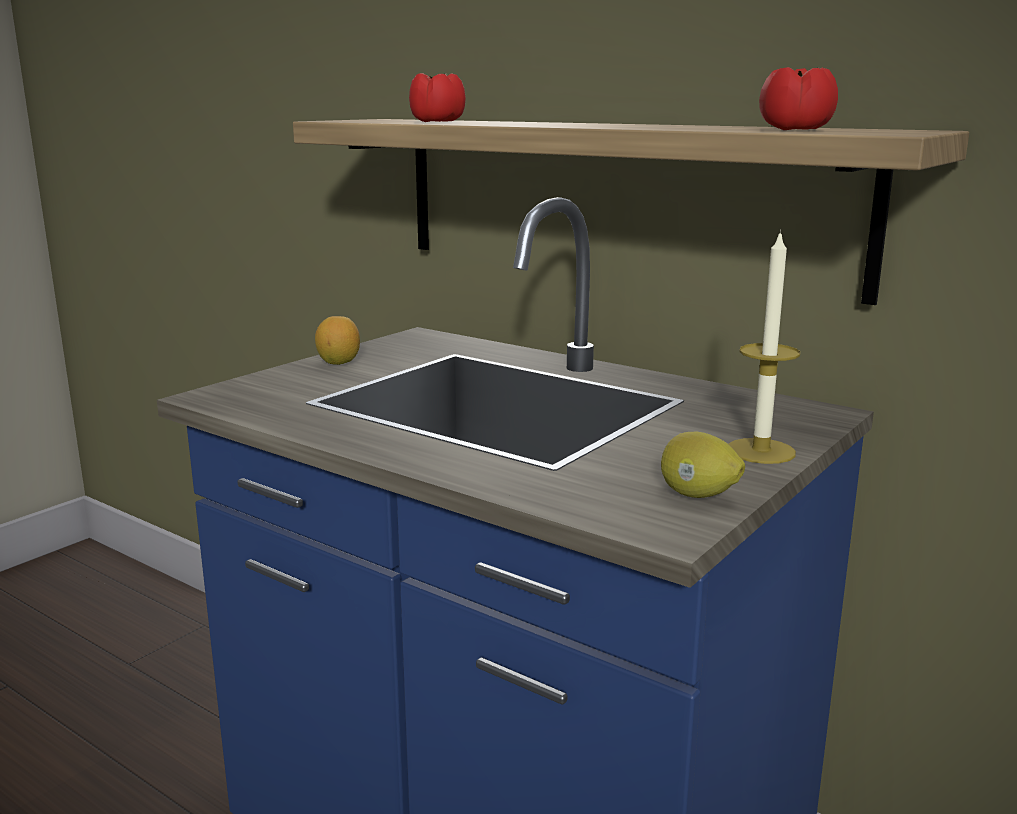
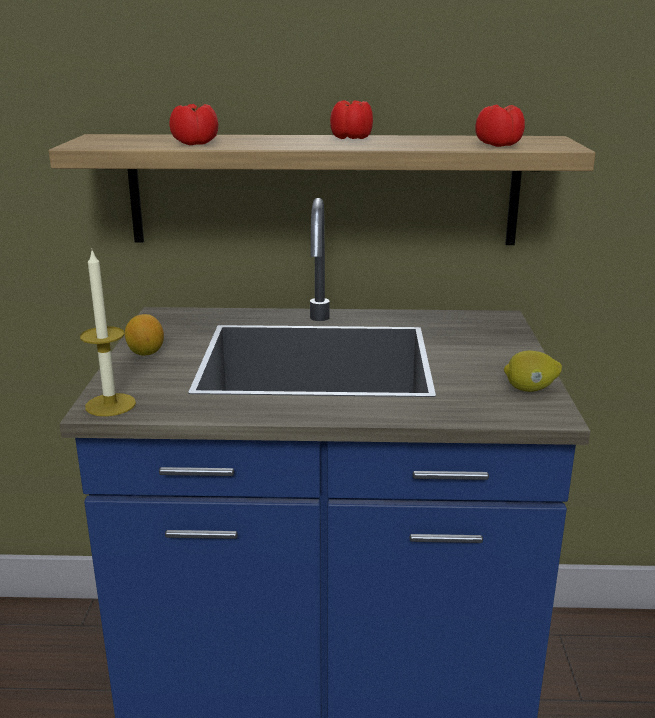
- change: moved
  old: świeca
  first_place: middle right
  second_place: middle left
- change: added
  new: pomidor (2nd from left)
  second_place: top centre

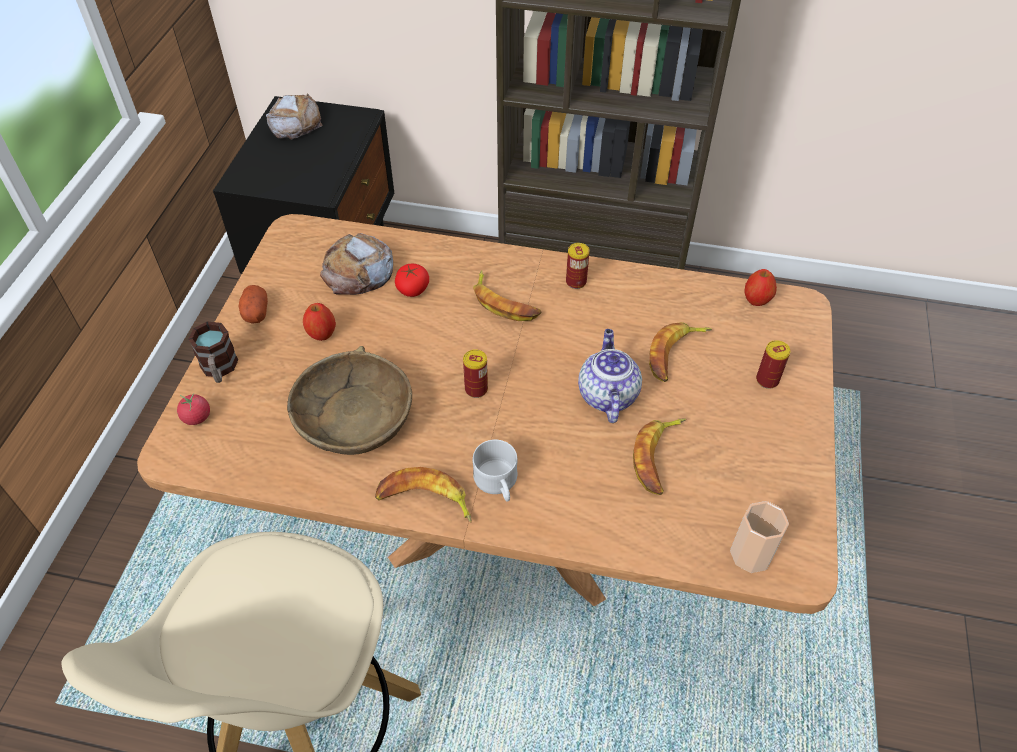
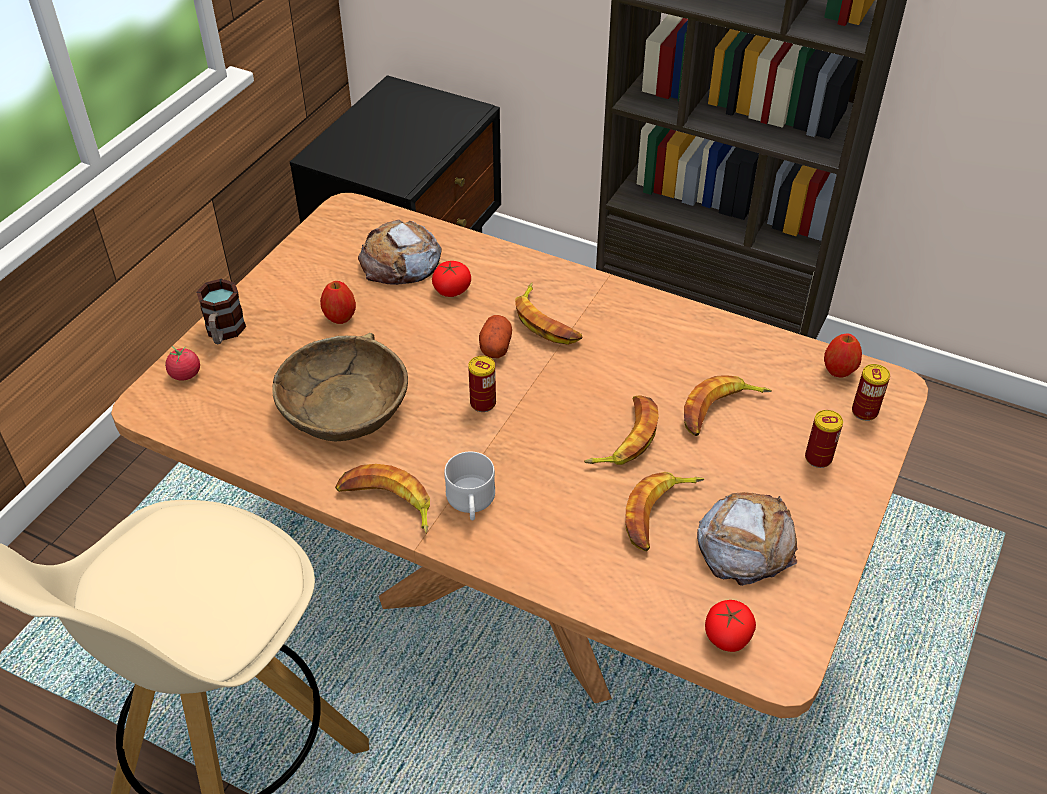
- change: moved
  old: ziemniak
  first_place: middle left
  second_place: centre
- change: moved
  old: chleb (1st from left in the first image)
  new: chleb (2nd from left)
  first_place: top left
  second_place: bottom right
- change: moved
  old: puszka (2nd from left in the first image)
  new: puszka (3rd from left)
  first_place: centre
  second_place: middle right
- change: replaced
  old: imbryk
  new: banan (3rd from left)
  first_place: centre
  second_place: centre
- change: replaced
  old: filiżanka
  new: pomidor (3rd from left)
  first_place: bottom right
  second_place: bottom right

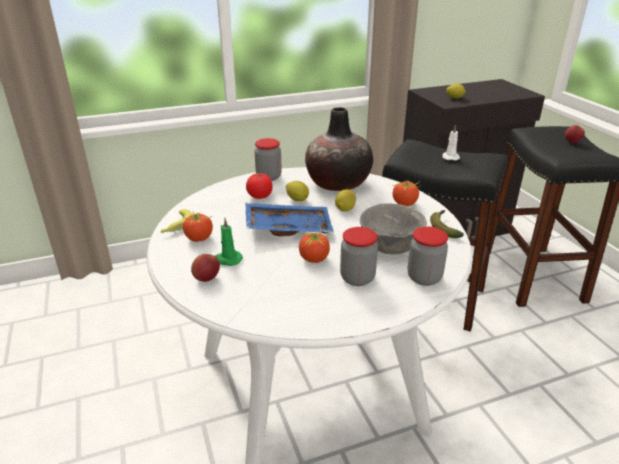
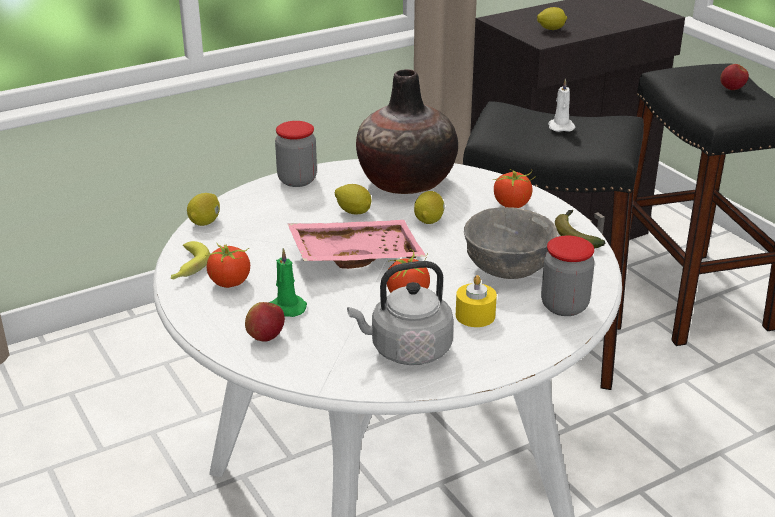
- change: removed
  old: pomidor (2nd from left)
  first_place: centre
- change: recoloured
  old: taca/niebieski
  new: taca/różowy
  first_place: centre
  second_place: centre
- change: replaced
  old: słoik (2nd from left)
  new: świeca/żółty
  first_place: centre
  second_place: centre
- change: added
  new: cytryna (1st from left)
  second_place: middle left
- change: added
  new: czajnik/szary
  second_place: centre

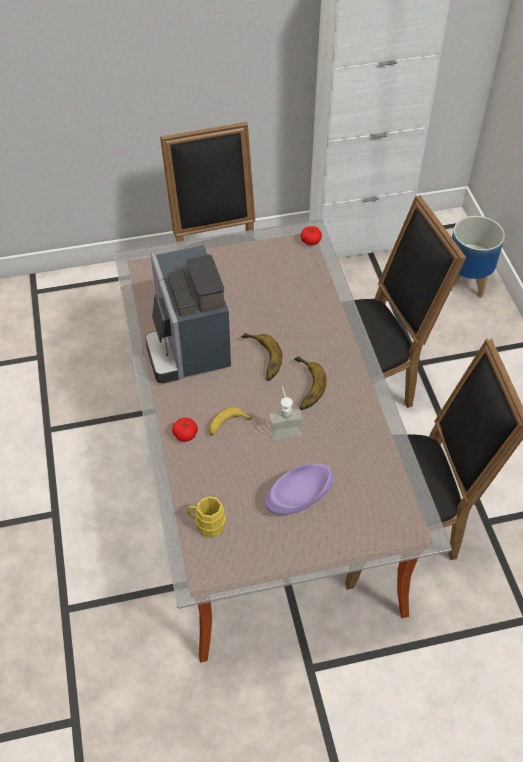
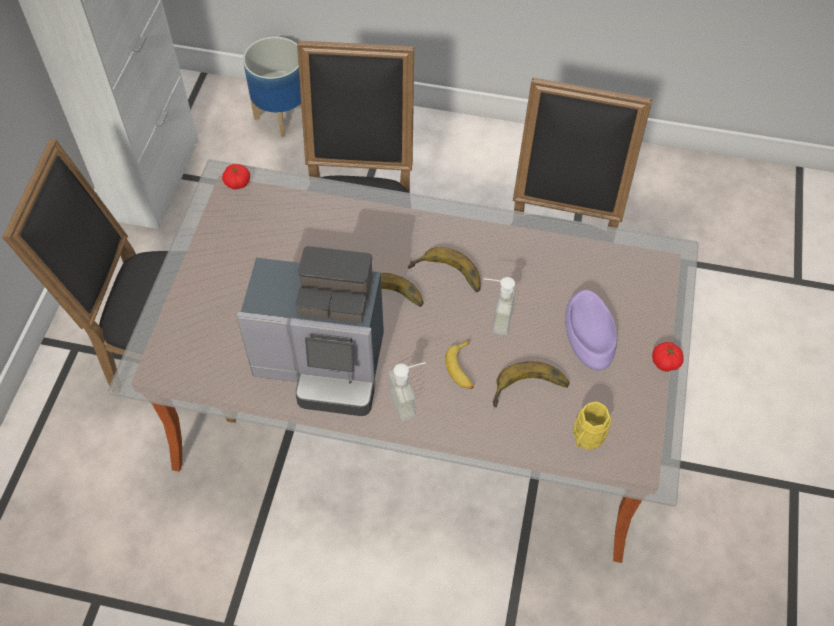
- change: moved
  old: pomidor (1st from left in the first image)
  new: pomidor (2nd from left)
  first_place: centre
  second_place: middle right
- change: added
  new: dozownik mydła (1st from left)
  second_place: centre
- change: added
  new: banan (4th from left)
  second_place: centre

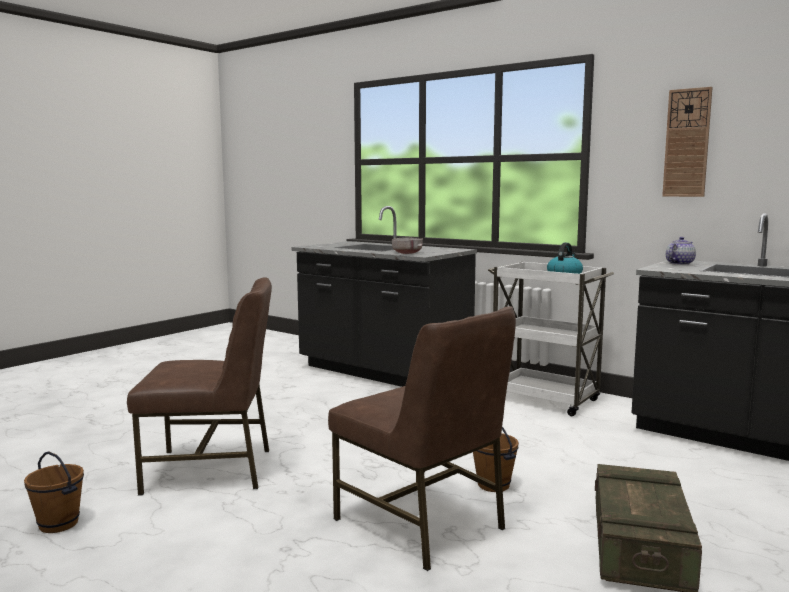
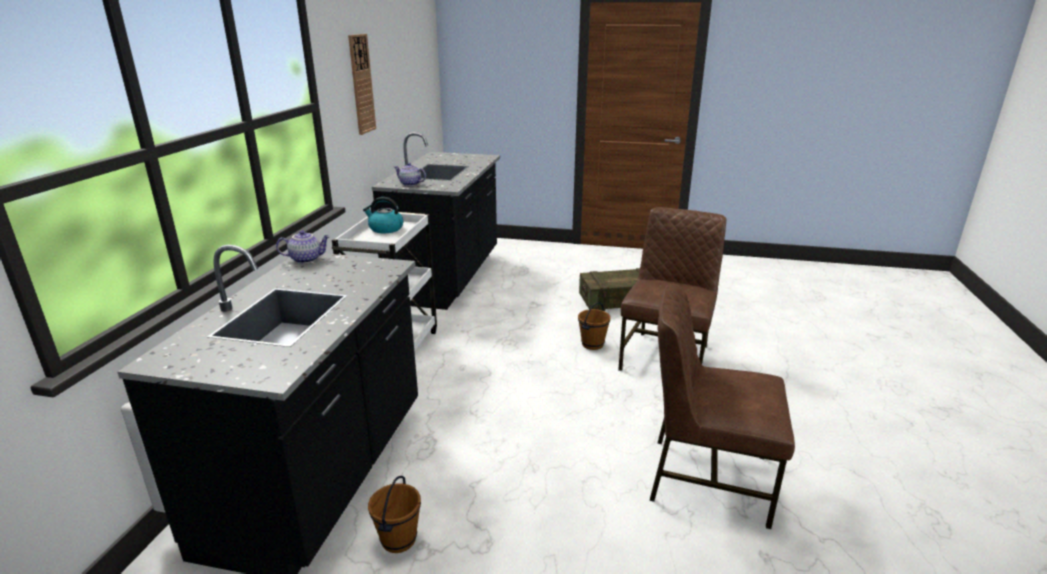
- change: moved
  old: wiadro/brązowy (1st from left)
  first_place: bottom left
  second_place: bottom centre
- change: turned
  old: krzesło/brązowy (1st from left in the first image)
  first_place: middle left
  second_place: bottom right
  degrees: -45
- change: removed
  old: miska/szary
  first_place: centre
- change: added
  new: imbryk (1st from left)
  second_place: middle left

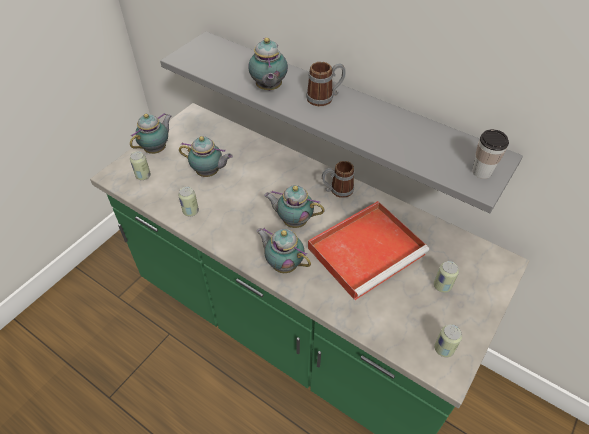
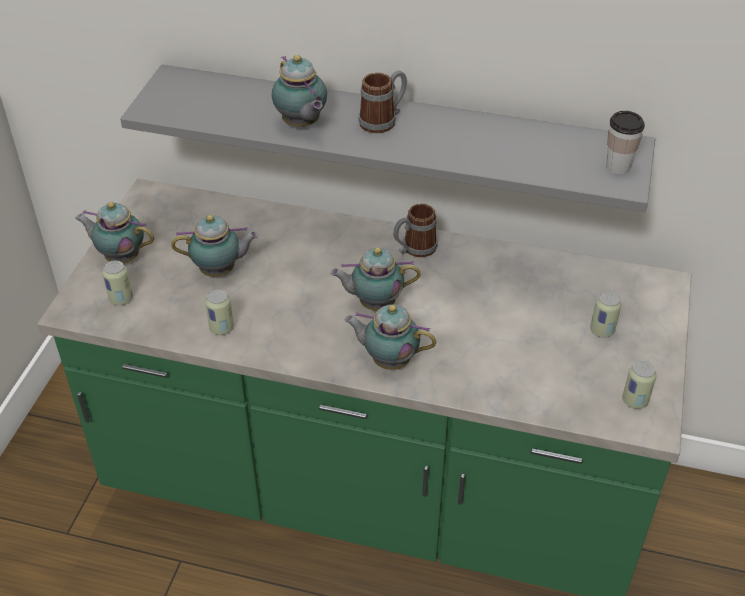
- change: turned
  old: imbryk (1st from left)
  first_place: top left
  second_place: middle left
  degrees: -90
- change: removed
  old: taca/czerwony
  first_place: centre

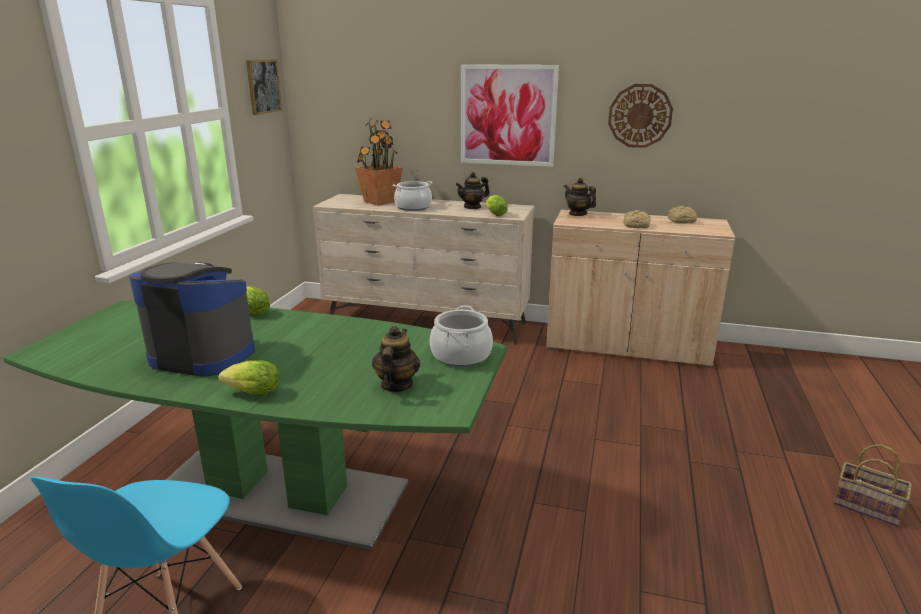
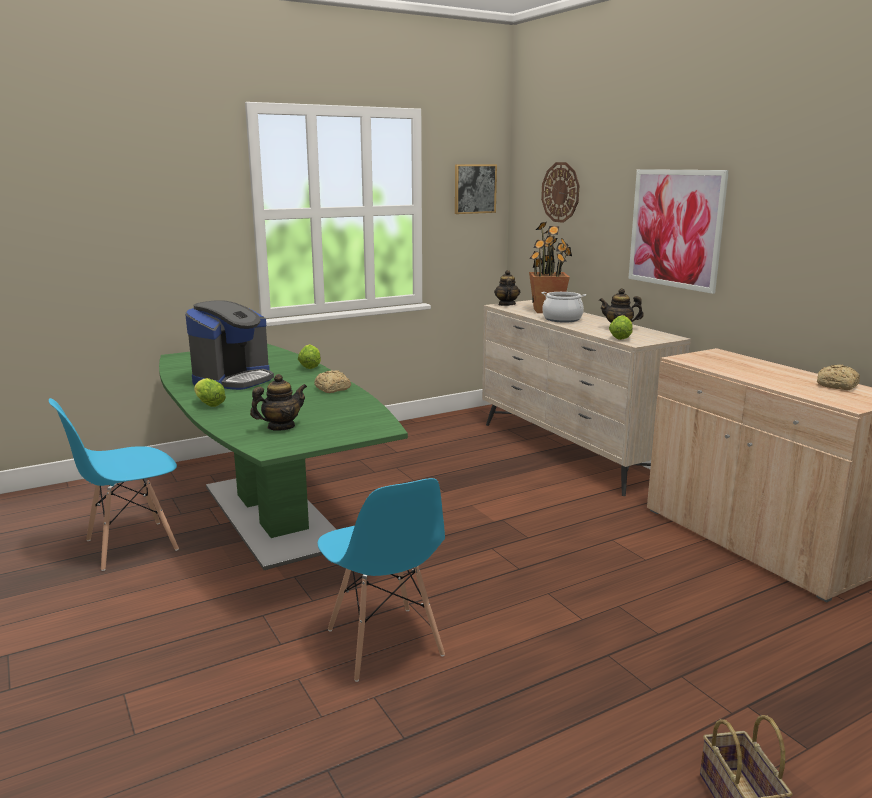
- change: turned
  old: ekspres do kawy
  first_place: middle left
  second_place: middle left
  degrees: 60
- change: removed
  old: garnek (2nd from left)
  first_place: centre
- change: moved
  old: imbryk (3rd from left in the first image)
  new: imbryk (2nd from left)
  first_place: top centre
  second_place: centre
- change: moved
  old: zegar ścienny
  first_place: top right
  second_place: top centre
- change: moved
  old: chleb (1st from left)
  first_place: middle right
  second_place: centre
- change: added
  new: krzesło/niebieski (2nd from left)
  second_place: bottom centre

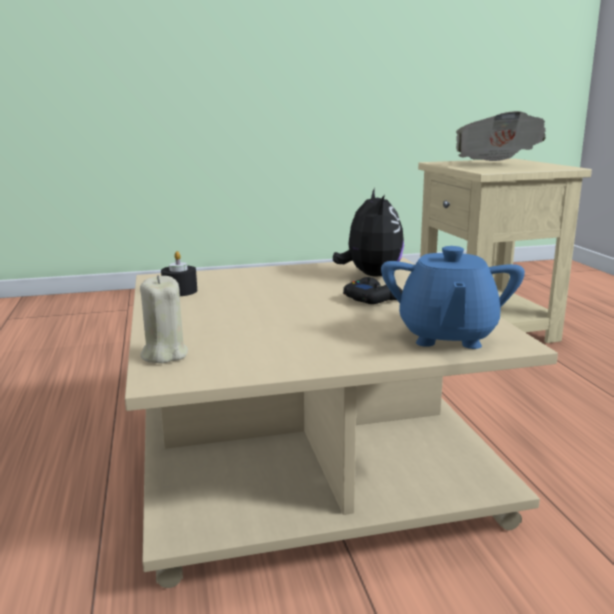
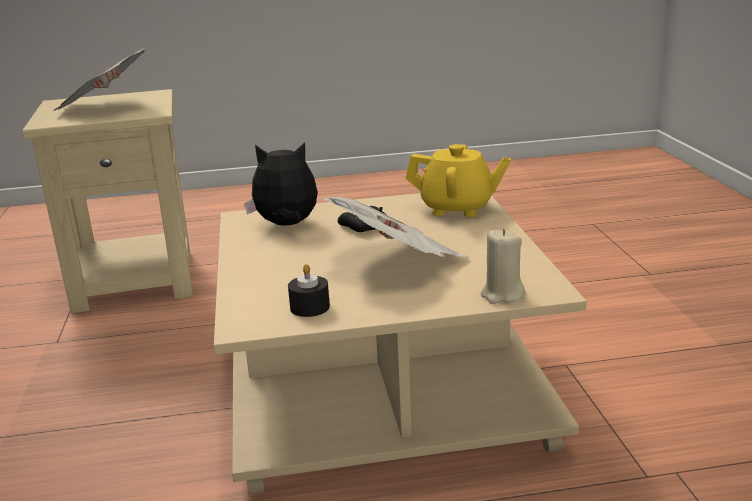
- change: recoloured
  old: imbryk/niebieski
  new: imbryk/żółty
  first_place: middle right
  second_place: centre
- change: added
  new: gazeta (2nd from left)
  second_place: centre

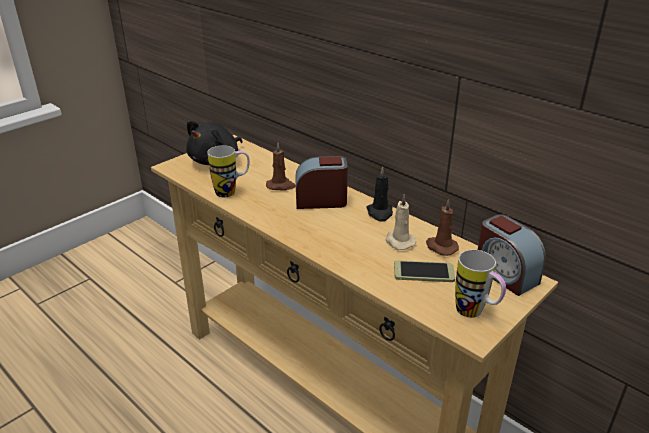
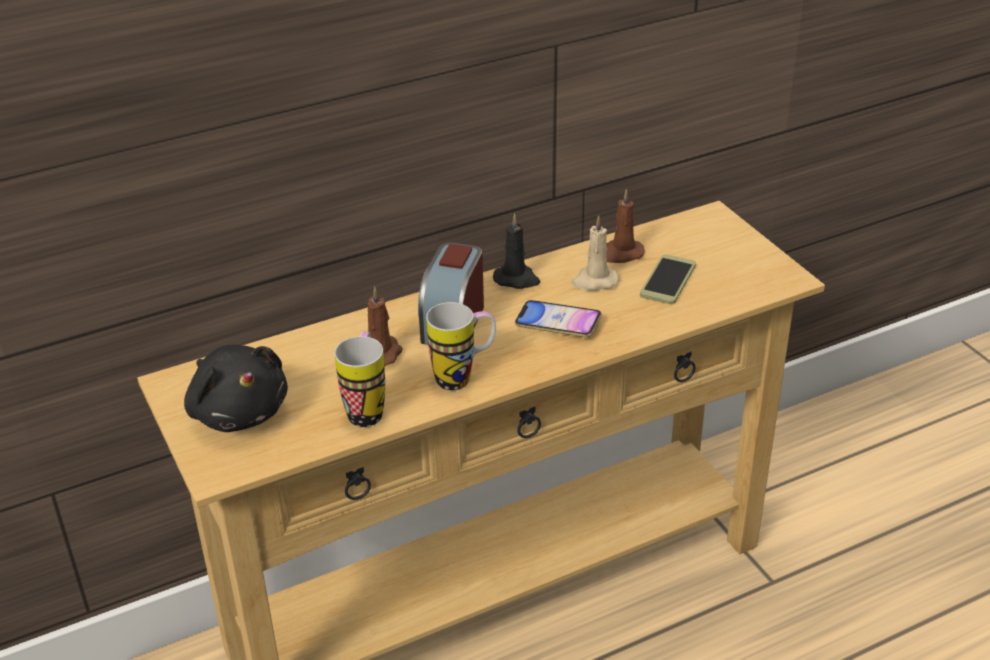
- change: moved
  old: kubek (2nd from left)
  first_place: middle right
  second_place: centre
- change: removed
  old: budzik (2nd from left)
  first_place: middle right
- change: added
  new: telefon (1st from left)
  second_place: centre

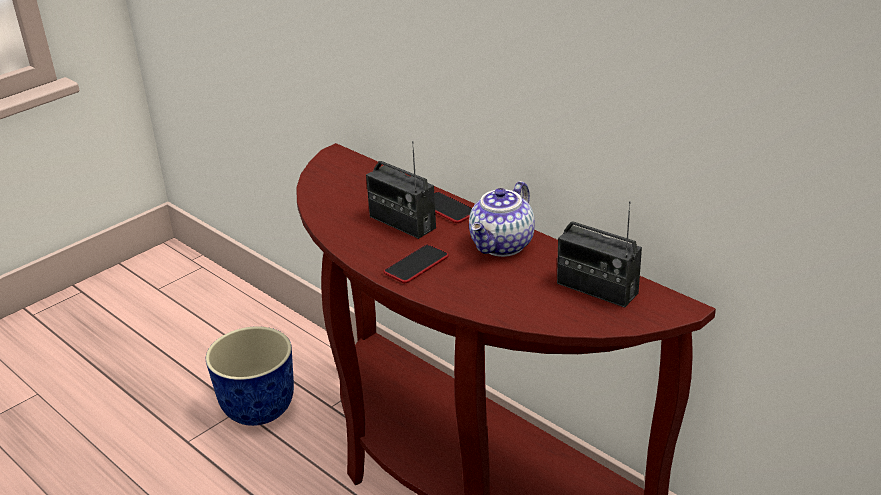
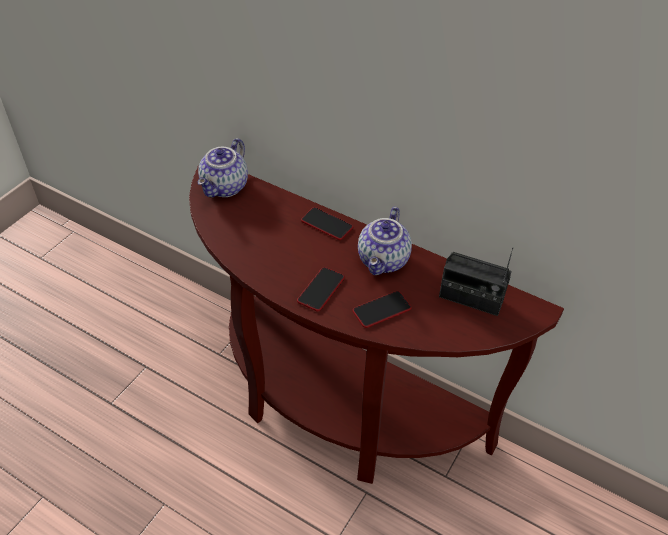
- change: removed
  old: donica
  first_place: bottom left
- change: removed
  old: radio (1st from left)
  first_place: centre
- change: added
  new: imbryk (1st from left)
  second_place: top centre
- change: added
  new: telefon (3rd from left)
  second_place: centre

